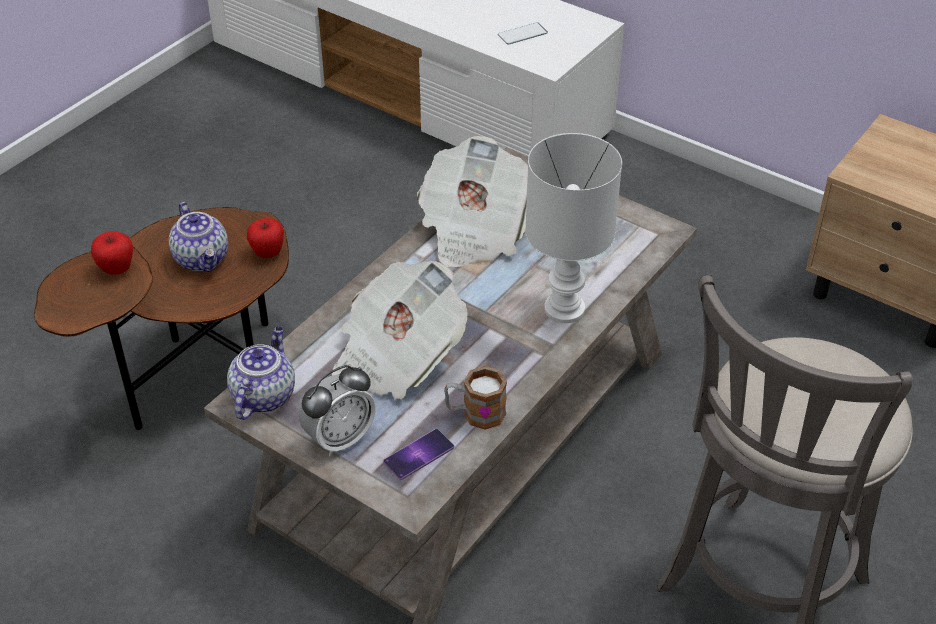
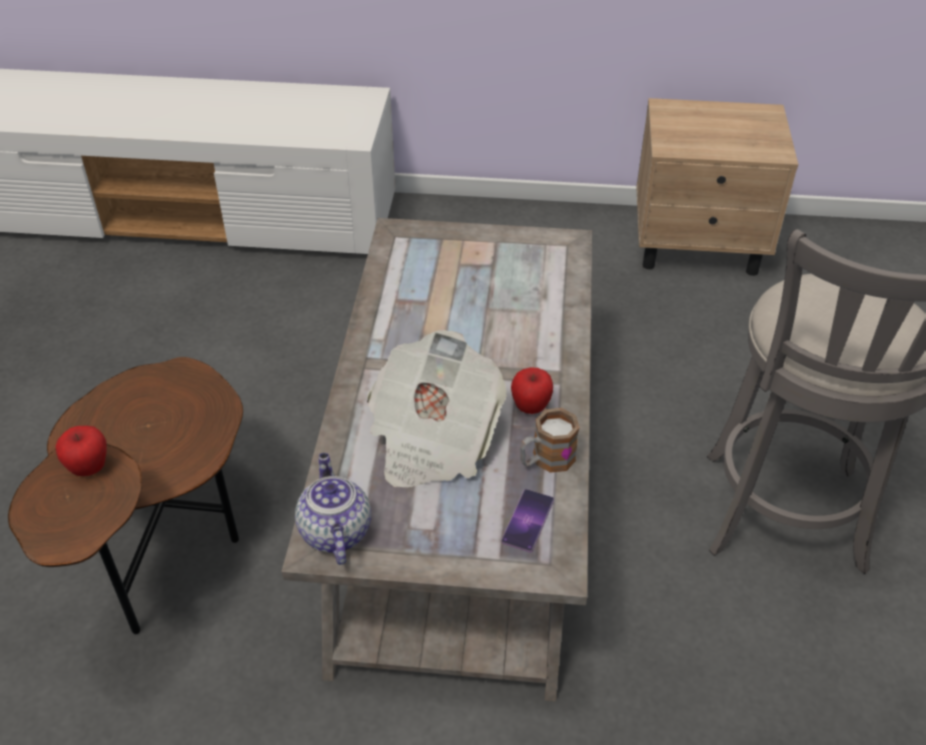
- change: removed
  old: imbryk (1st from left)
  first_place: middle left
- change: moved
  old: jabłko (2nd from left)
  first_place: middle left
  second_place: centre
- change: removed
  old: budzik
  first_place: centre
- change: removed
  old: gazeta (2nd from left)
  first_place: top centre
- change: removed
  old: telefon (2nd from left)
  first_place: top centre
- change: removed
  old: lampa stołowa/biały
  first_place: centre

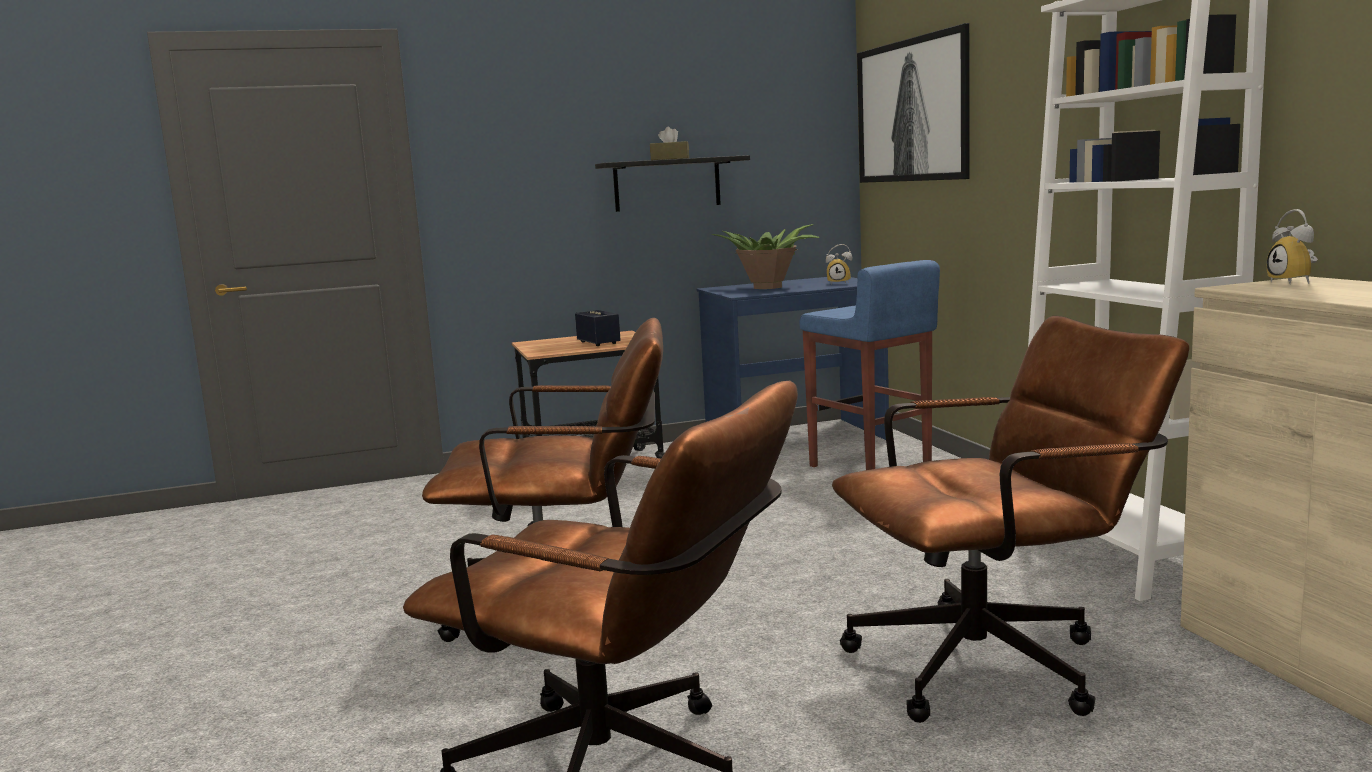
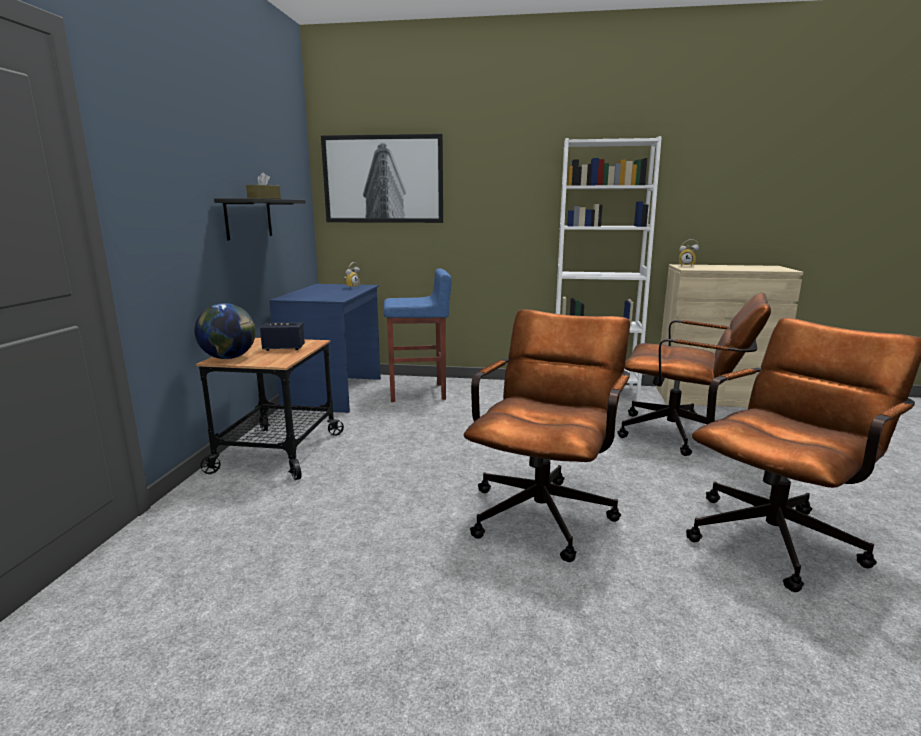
- change: removed
  old: roślina doniczkowa
  first_place: top centre
- change: turned
  old: krzesło biurowe/brązowy (3rd from left in the first image)
  first_place: bottom right
  second_place: middle right
  degrees: 105
- change: added
  new: globus
  second_place: middle left

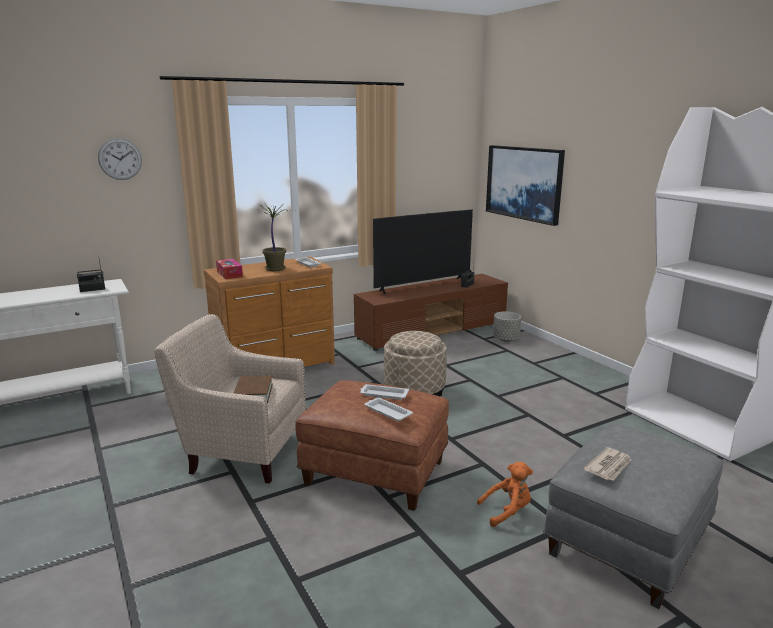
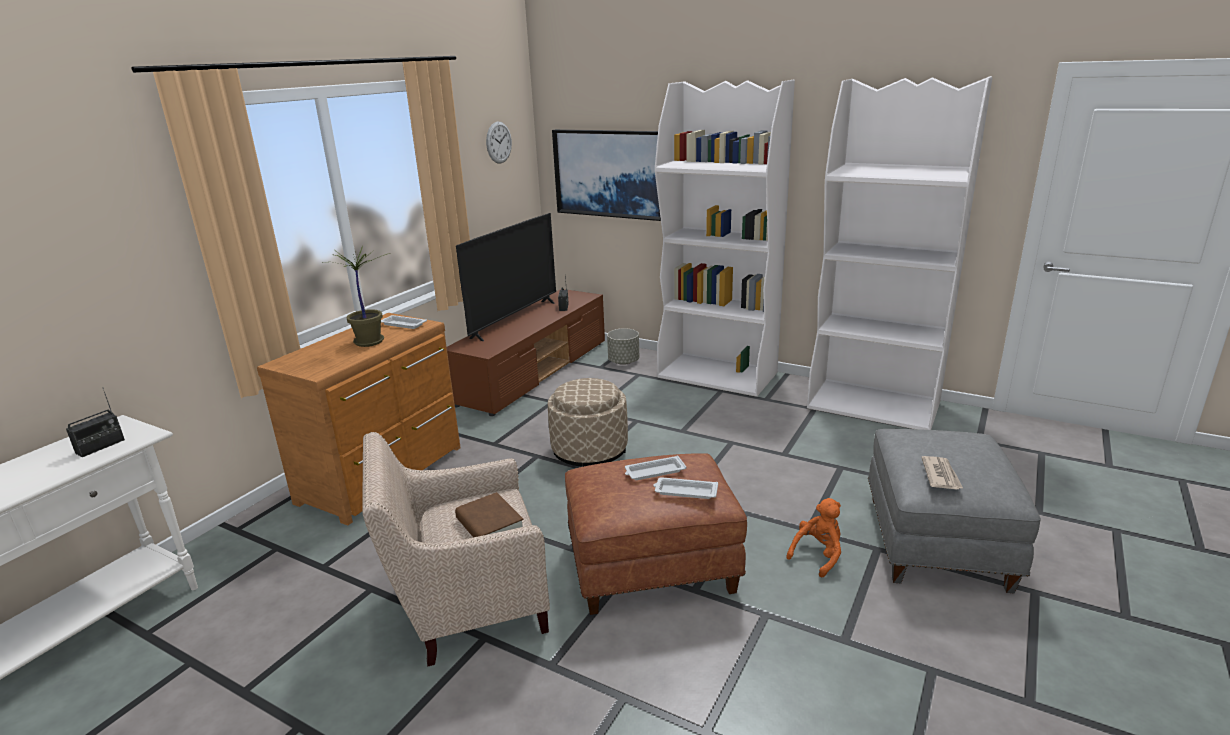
- change: moved
  old: zegar ścienny
  first_place: top left
  second_place: top centre
- change: removed
  old: pudełko chusteczek
  first_place: middle left
- change: added
  new: regał/biały (1st from left)
  second_place: top centre

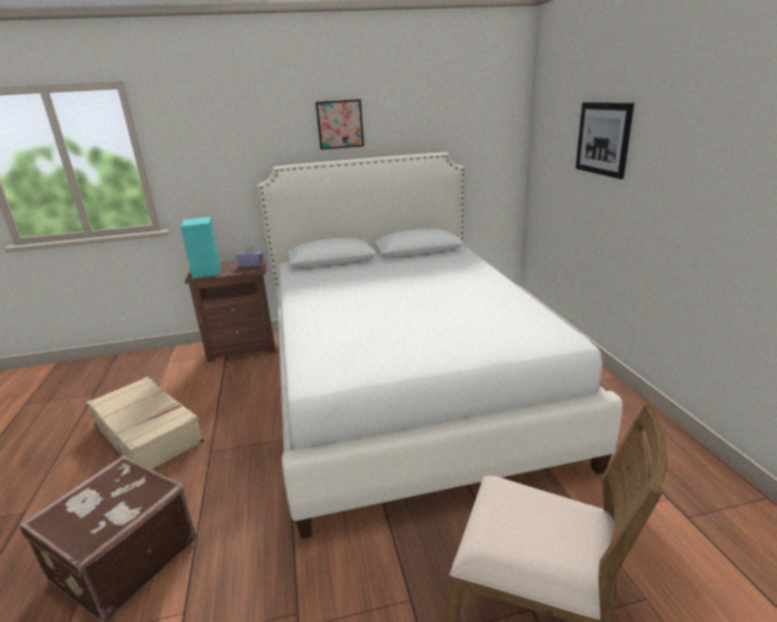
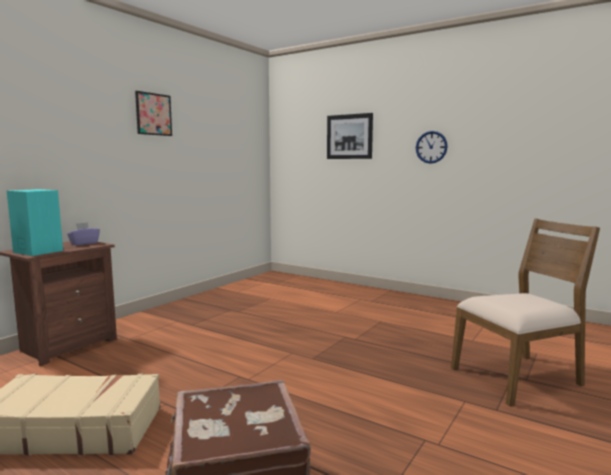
- change: removed
  old: łóżko/biały
  first_place: centre
- change: added
  new: zegar ścienny
  second_place: top right

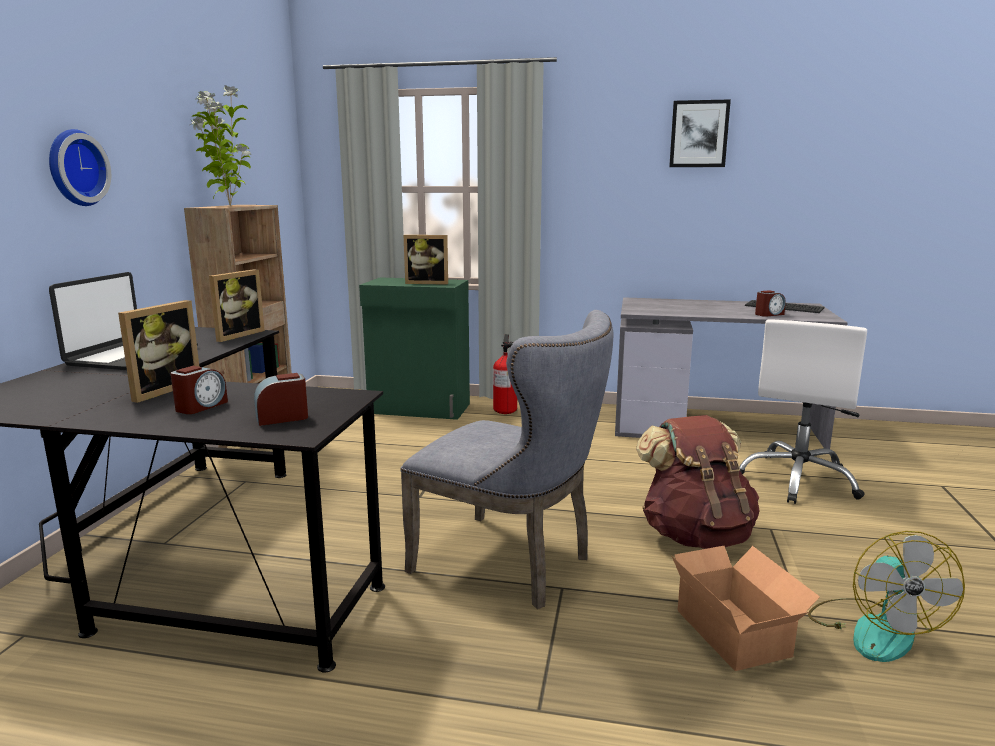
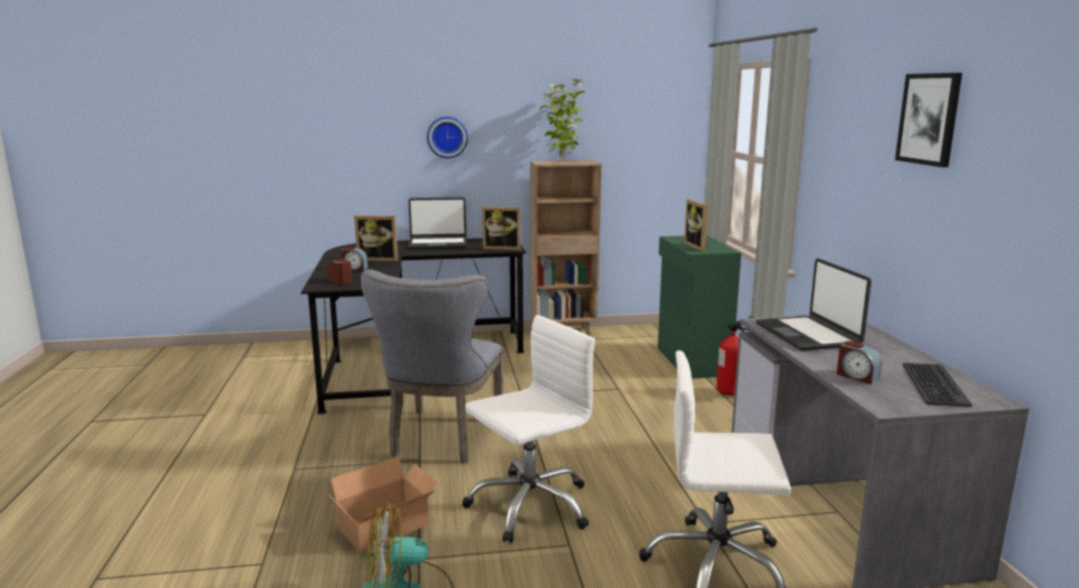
- change: replaced
  old: plecak/brązowy
  new: krzesło biurowe/biały (1st from left)
  first_place: middle right
  second_place: bottom centre
- change: added
  new: laptop (2nd from left)
  second_place: middle right

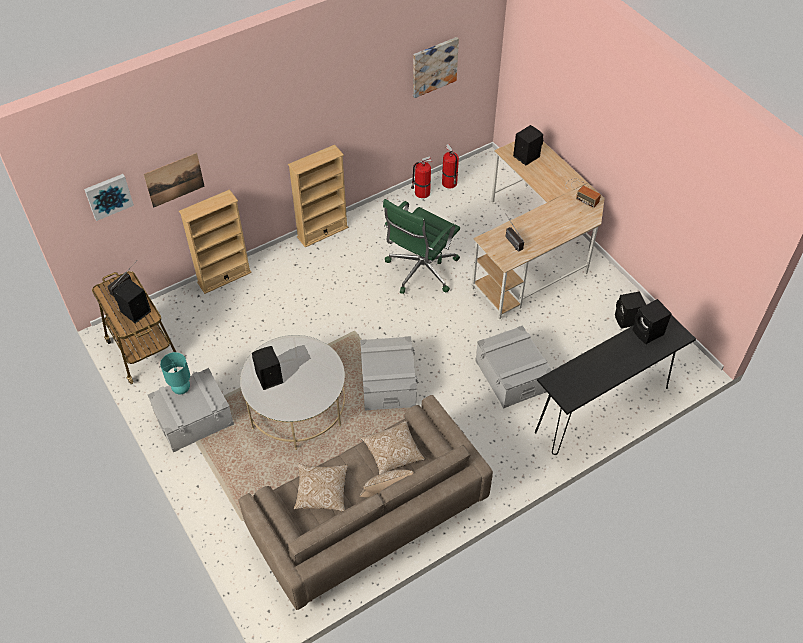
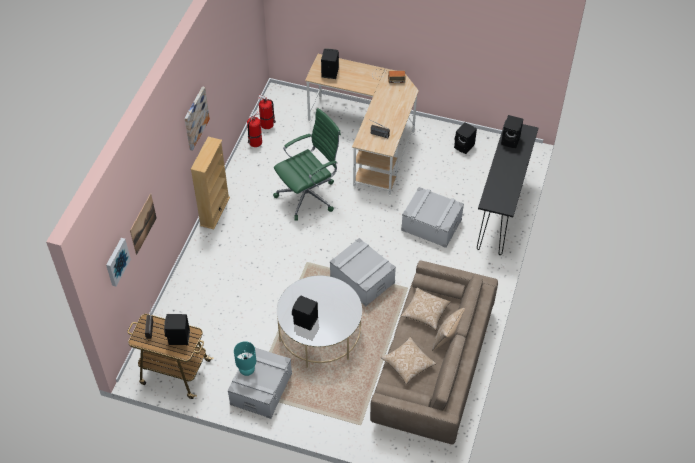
- change: removed
  old: regał/beżowy (1st from left)
  first_place: middle left
- change: turned
  old: krzesło biurowe/zielony
  first_place: centre
  second_place: centre
  degrees: -120
- change: moved
  old: obraz (3rd from left)
  first_place: top centre
  second_place: top left

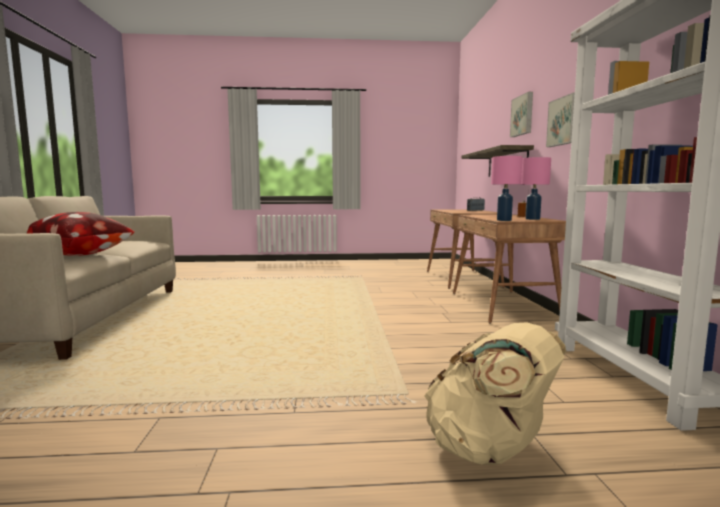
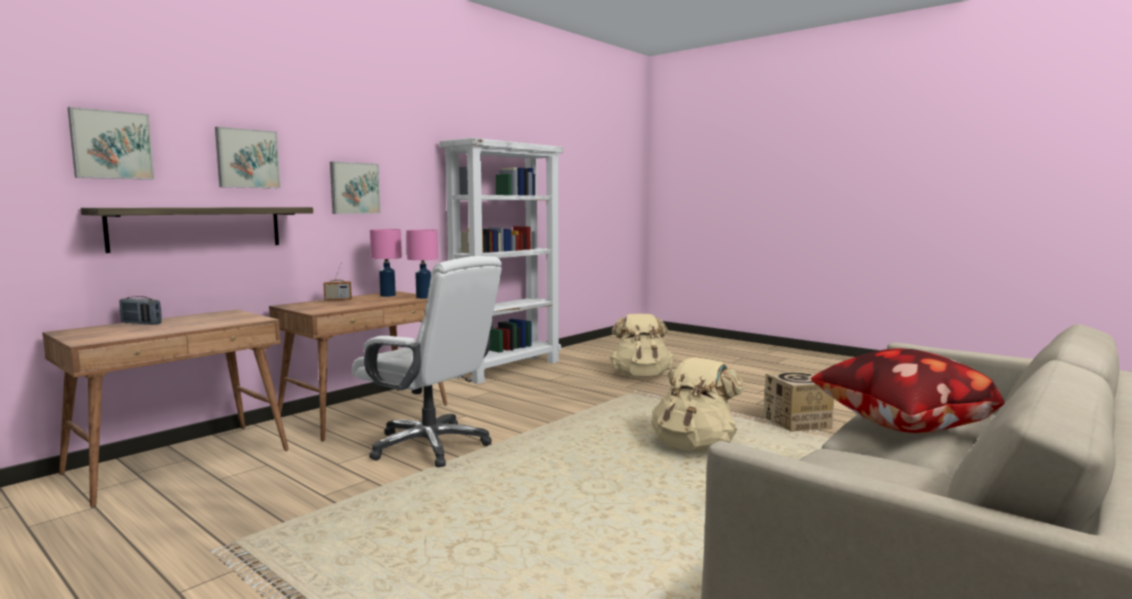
- change: added
  new: obraz (1st from left)
  second_place: top left
- change: added
  new: krzesło biurowe/biały
  second_place: centre
- change: added
  new: plecak/beżowy (2nd from left)
  second_place: bottom centre
- change: added
  new: karton
  second_place: bottom right

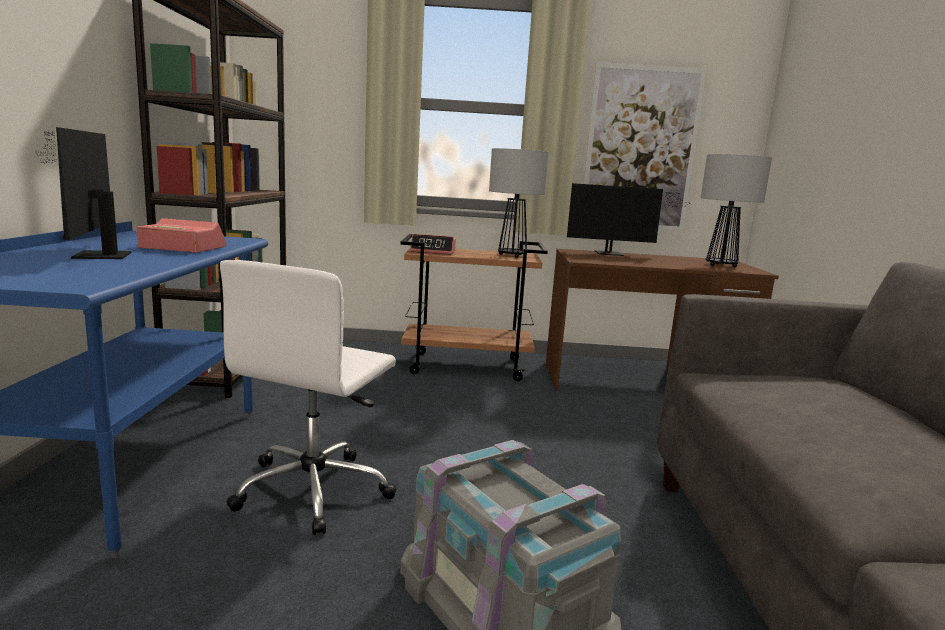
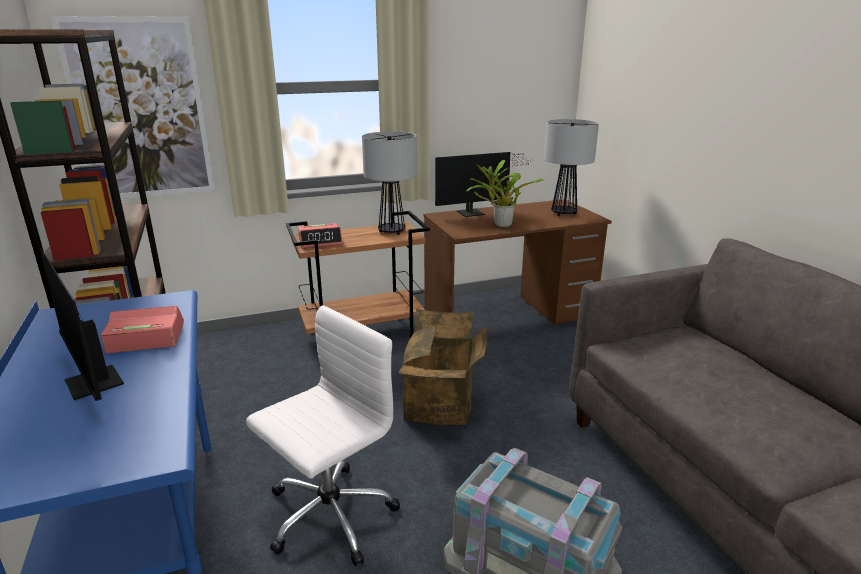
- change: turned
  old: krzesło biurowe/biały
  first_place: middle left
  second_place: bottom centre
  degrees: -135
- change: moved
  old: obraz
  first_place: top right
  second_place: top left
- change: added
  new: karton
  second_place: centre
- change: added
  new: roślina doniczkowa
  second_place: centre

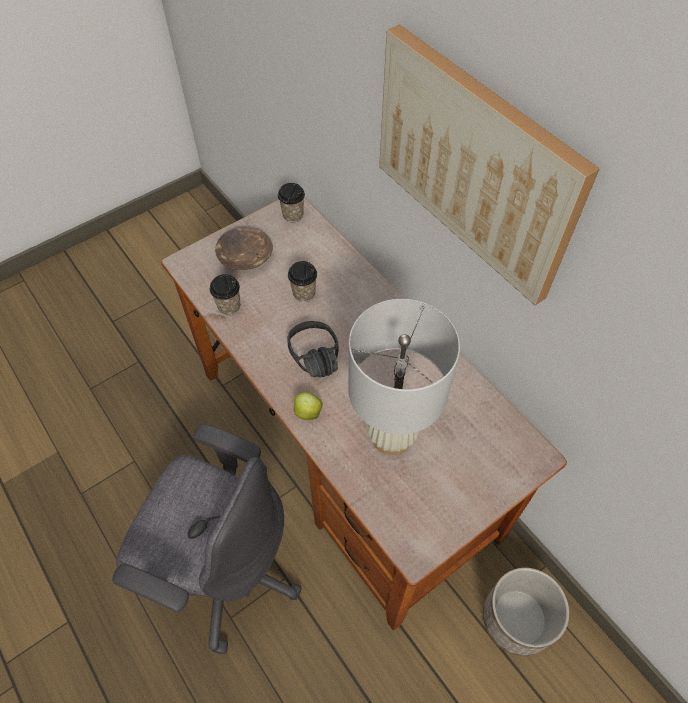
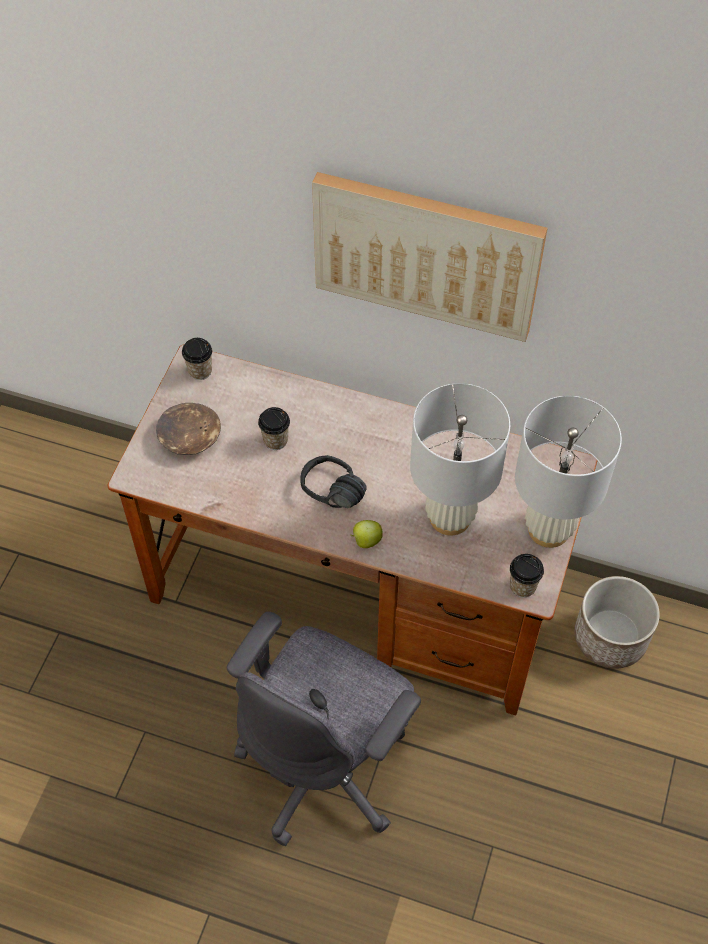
- change: turned
  old: krzesło biurowe/szary
  first_place: bottom left
  second_place: bottom centre
  degrees: 135
- change: moved
  old: filiżanka (1st from left in the first image)
  new: filiżanka (3rd from left)
  first_place: middle left
  second_place: middle right
- change: added
  new: lampa stołowa/biały (2nd from left)
  second_place: middle right

